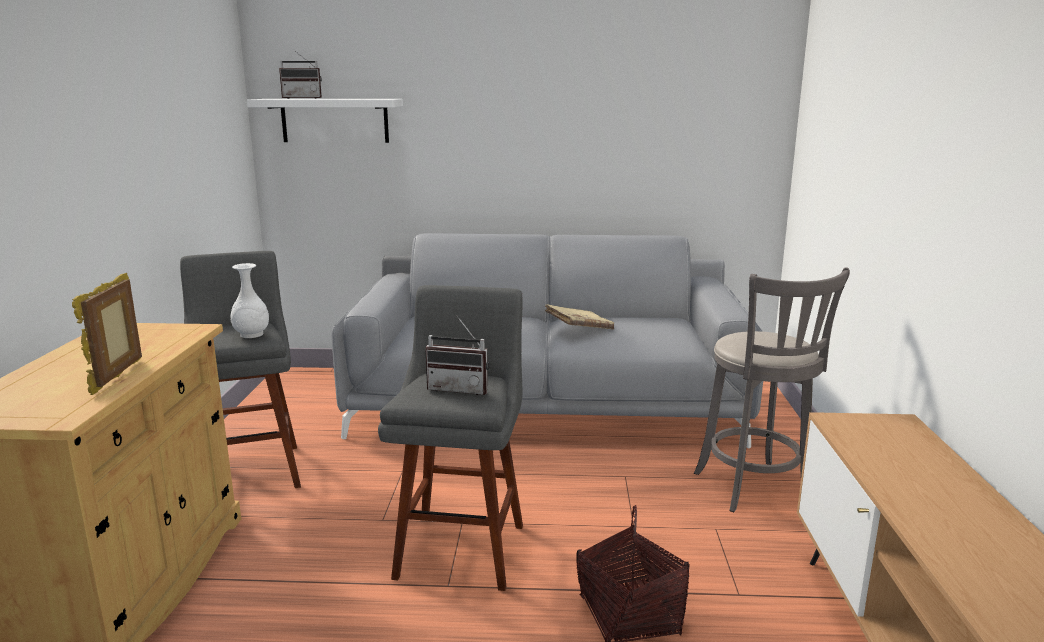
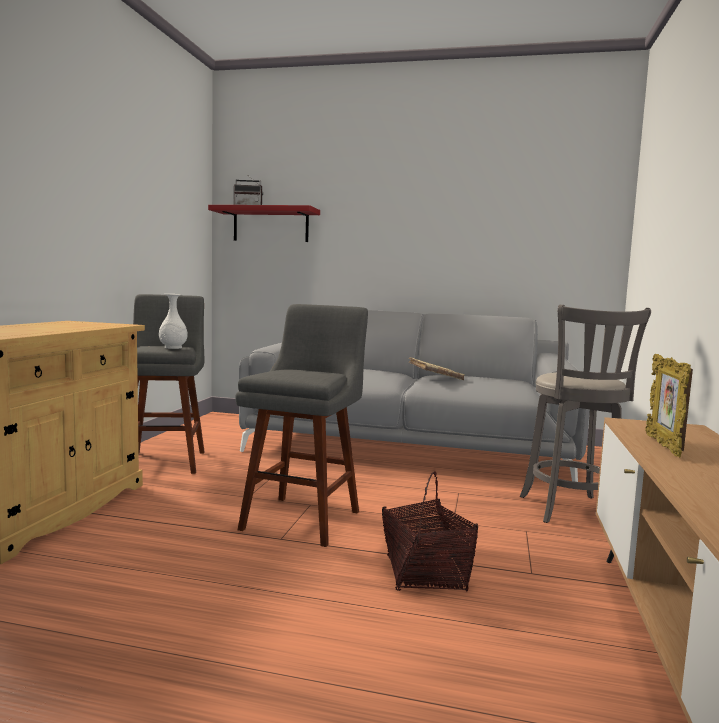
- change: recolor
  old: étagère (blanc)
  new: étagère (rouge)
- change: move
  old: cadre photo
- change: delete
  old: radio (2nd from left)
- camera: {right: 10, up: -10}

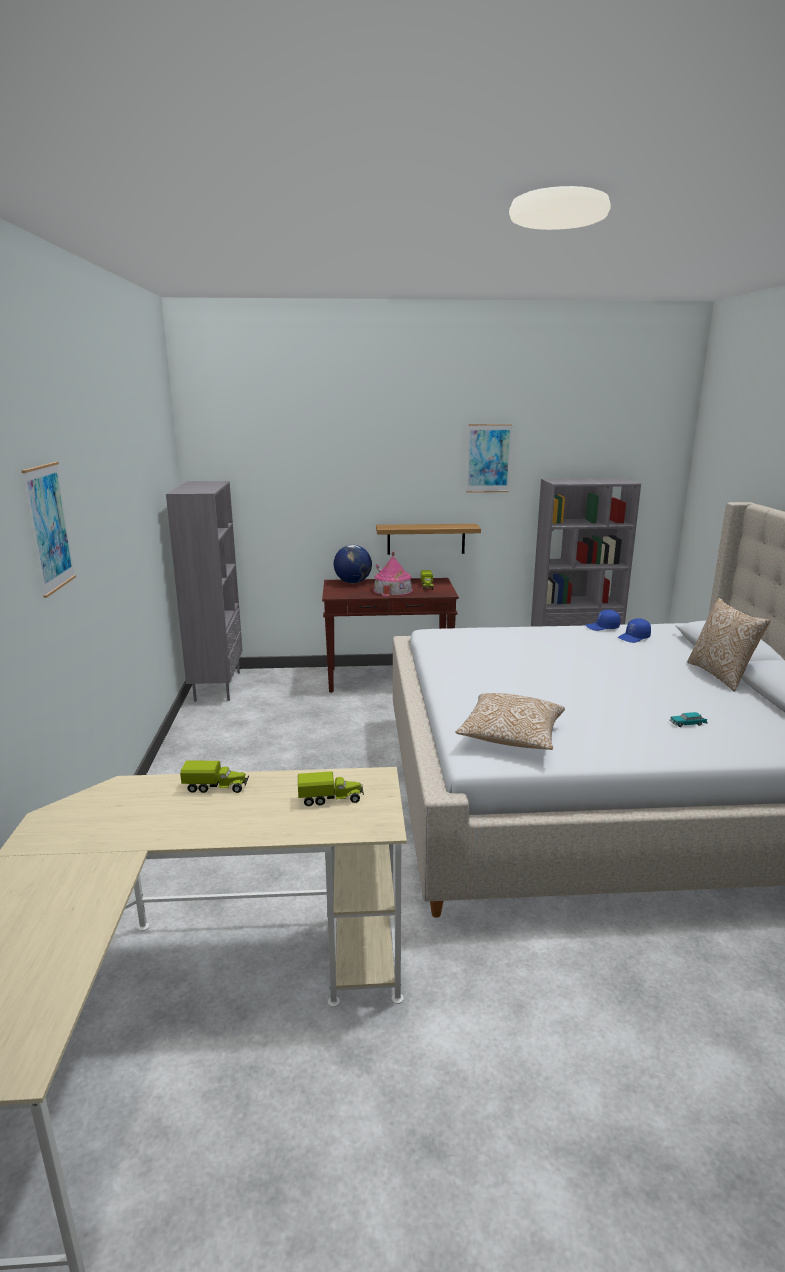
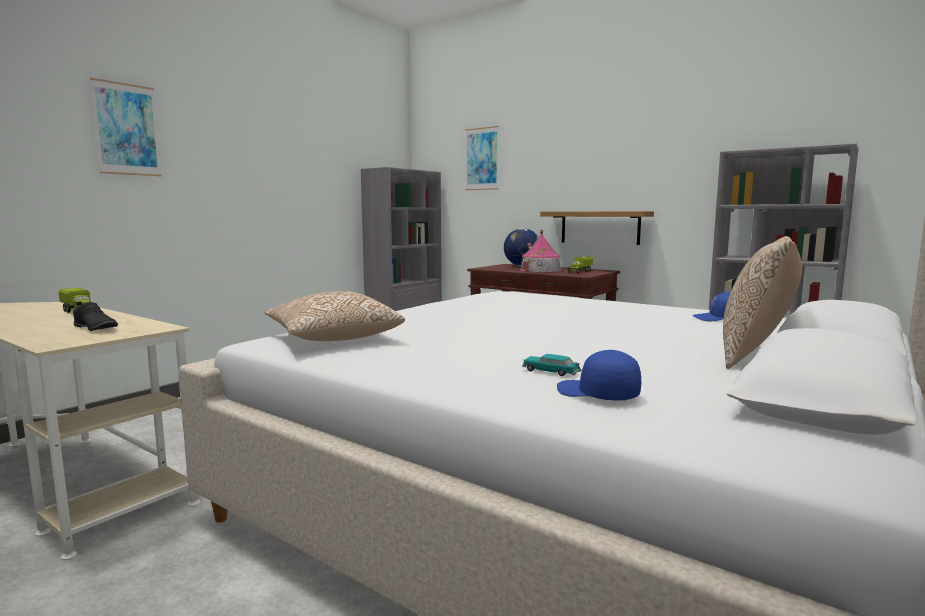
- change: replace
  old: camion jouet (2nd from left)
  new: chaussure (noir)
- change: move
  old: tableau (2nd from left)
- change: move
  old: casquette (bleu) (1st from left)
- camera: {right: 40, up: -10}

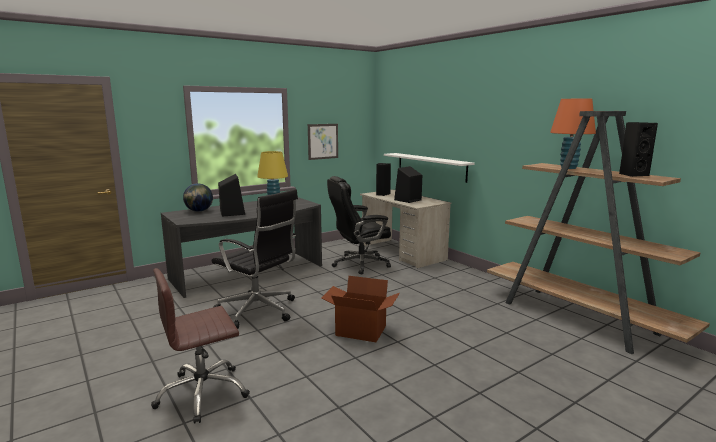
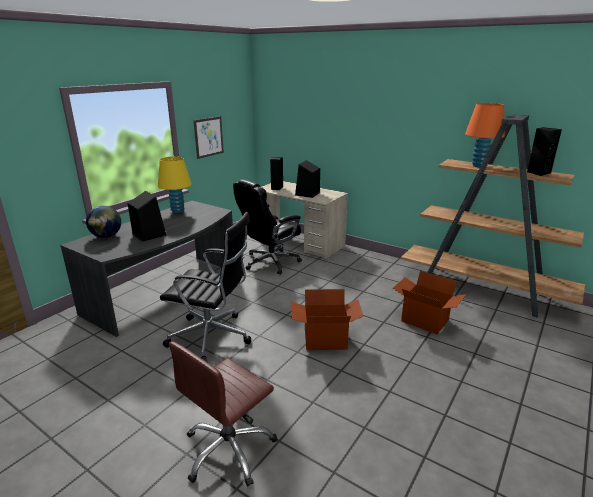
- change: insert
  new: carton (2nd from left)
- change: delete
  old: étagère (blanc)
- camera: {right: -20, up: 10}

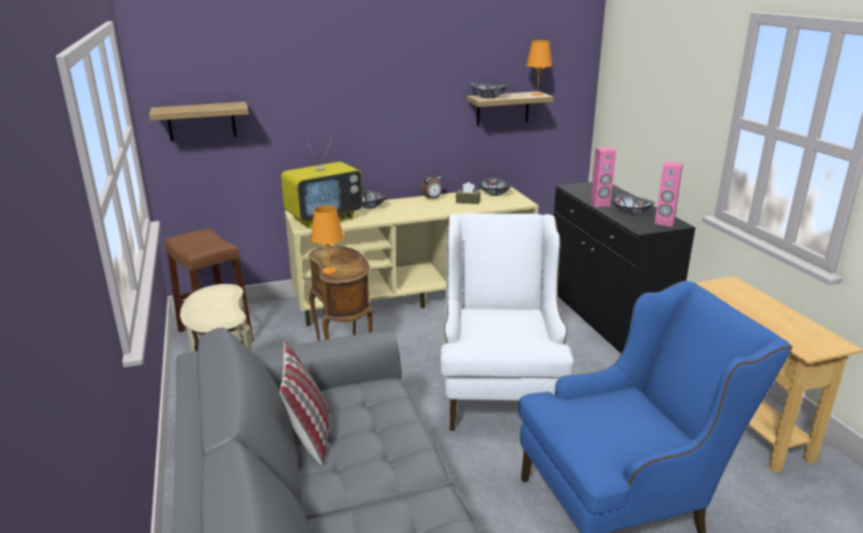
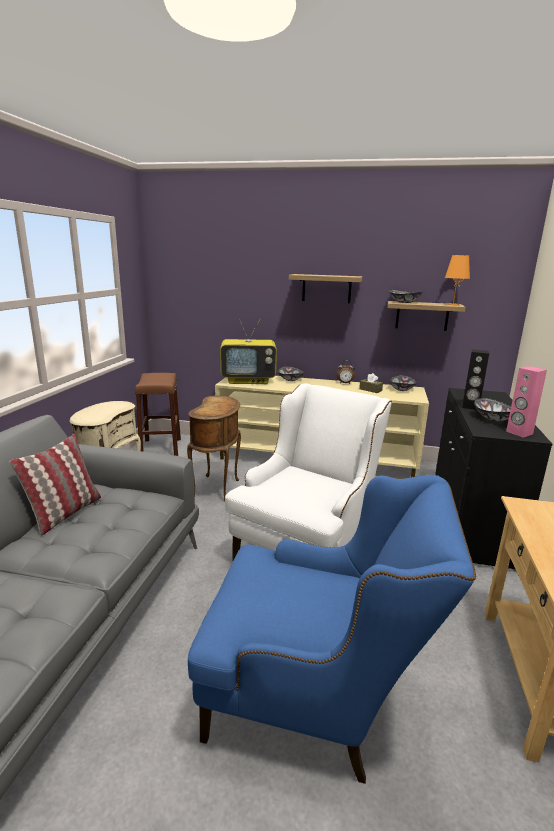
- change: move
  old: étagère (1st from left)
- change: recolor
  old: enceinte (rose) (1st from left)
  new: enceinte (noir)
- change: delete
  old: lampe de table (orange) (1st from left)
- camera: {right: 30, up: -5}

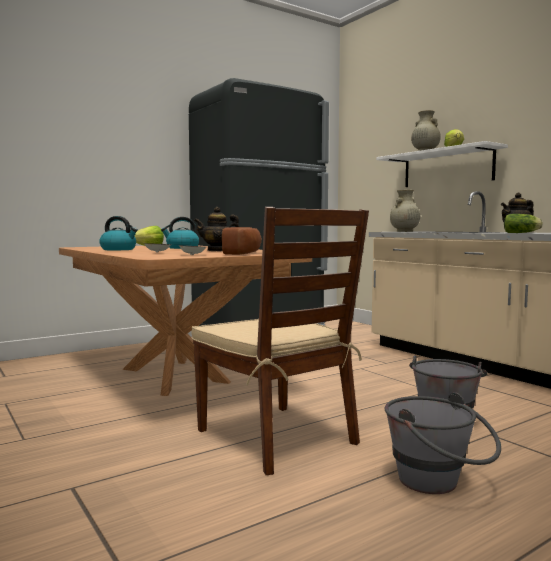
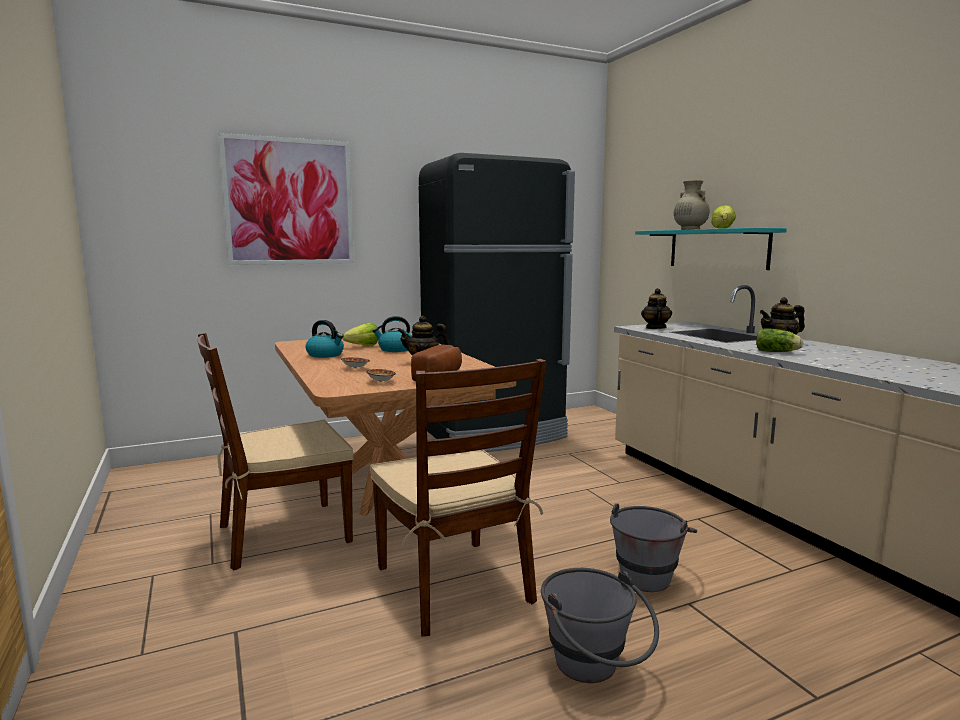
- change: insert
  new: chaise (marron) (1st from left)
- change: insert
  new: tableau
- change: recolor
  old: étagère (blanc)
  new: étagère (turquoise)
- change: replace
  old: vase (beige) (1st from left)
  new: théière (2nd from left)
- camera: {right: 10, up: 5}

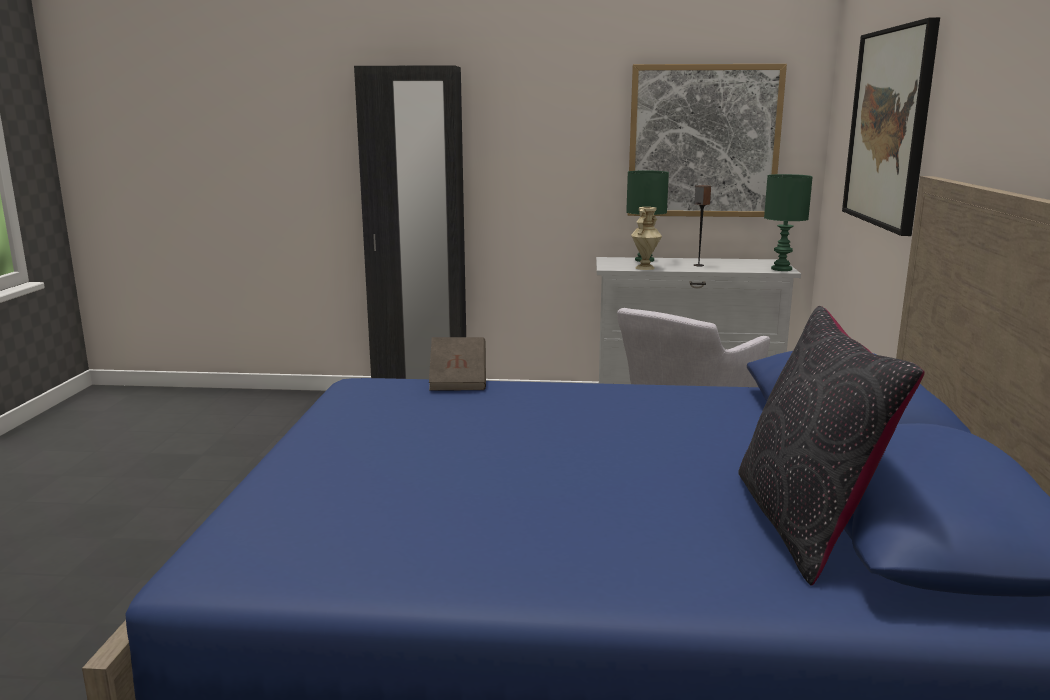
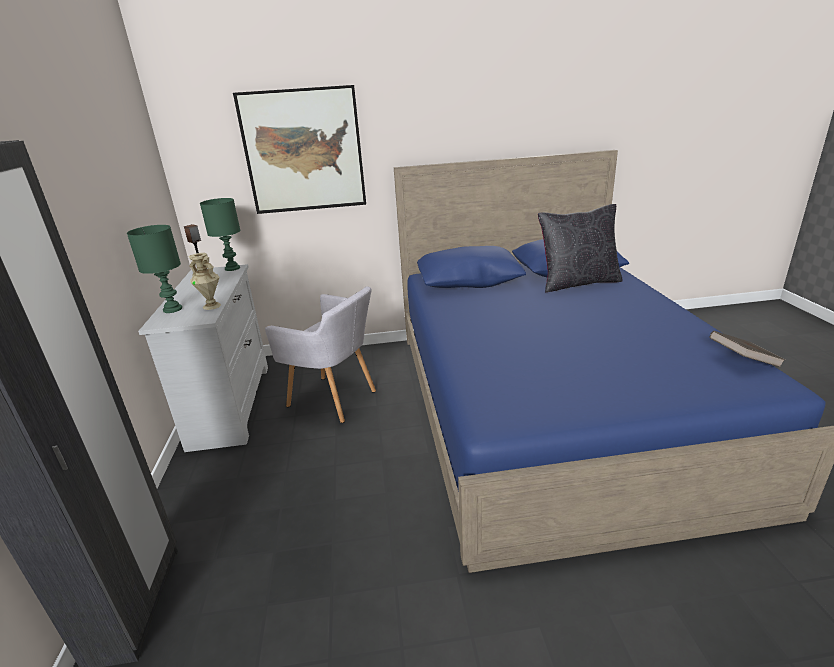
- change: move
  old: livre (marron)
- change: delete
  old: tableau (1st from left)
- camera: {right: -100, up: 10}

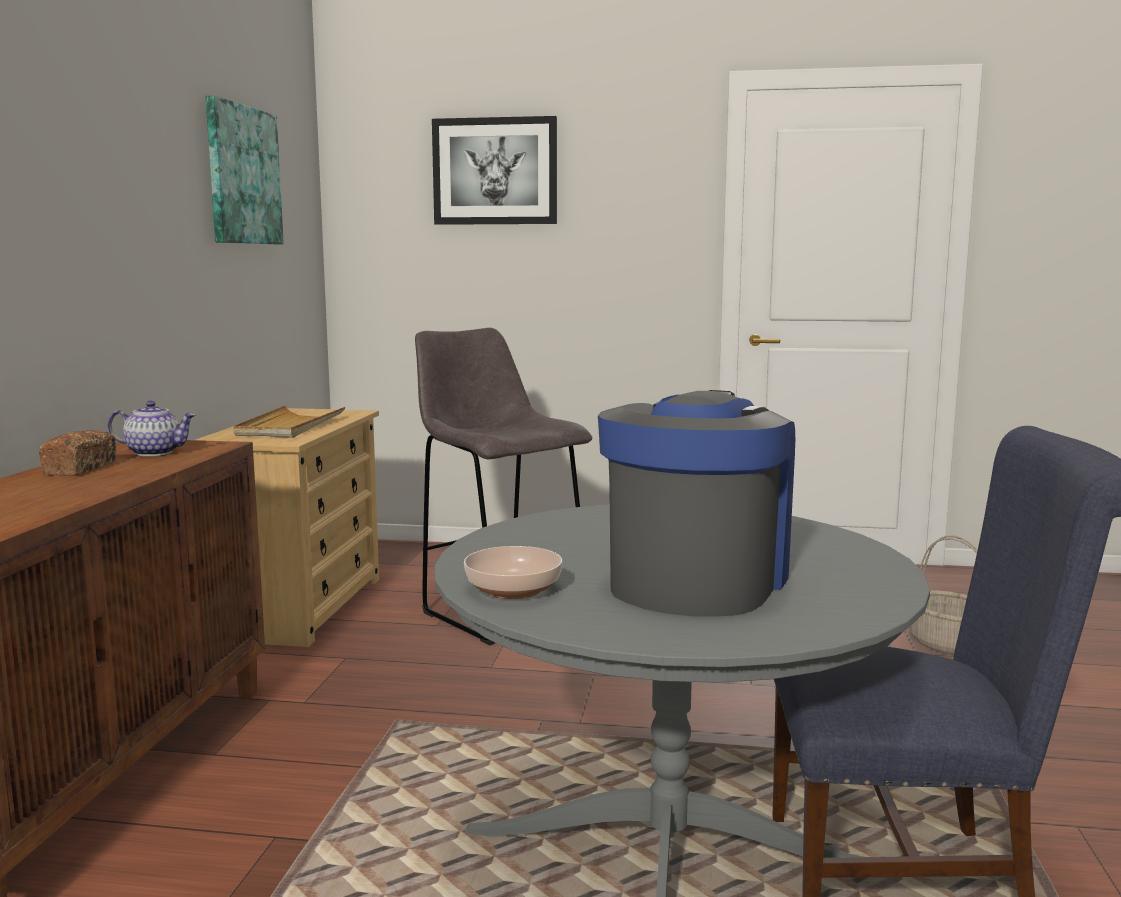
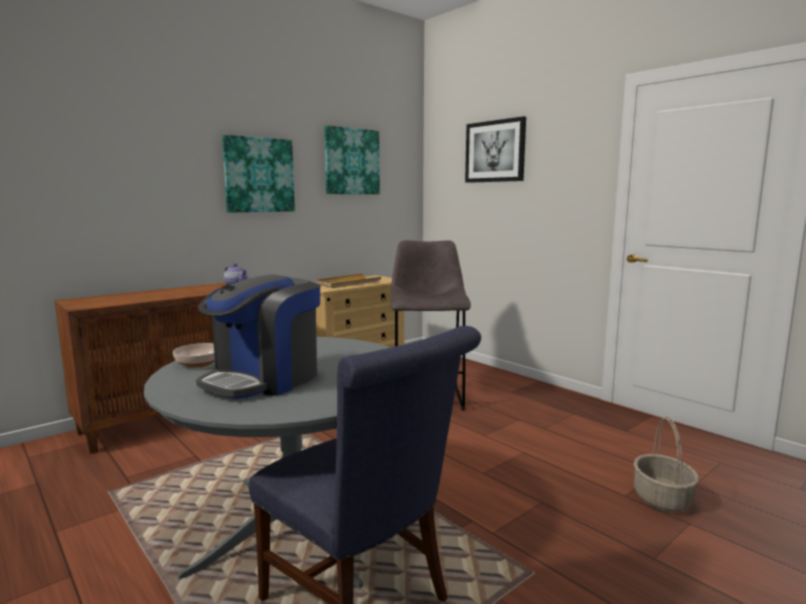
- change: rotate
  old: machine à café
  degrees: 150
- change: insert
  new: tableau (1st from left)
- change: delete
  old: pain
- camera: {right: 40, up: 0}

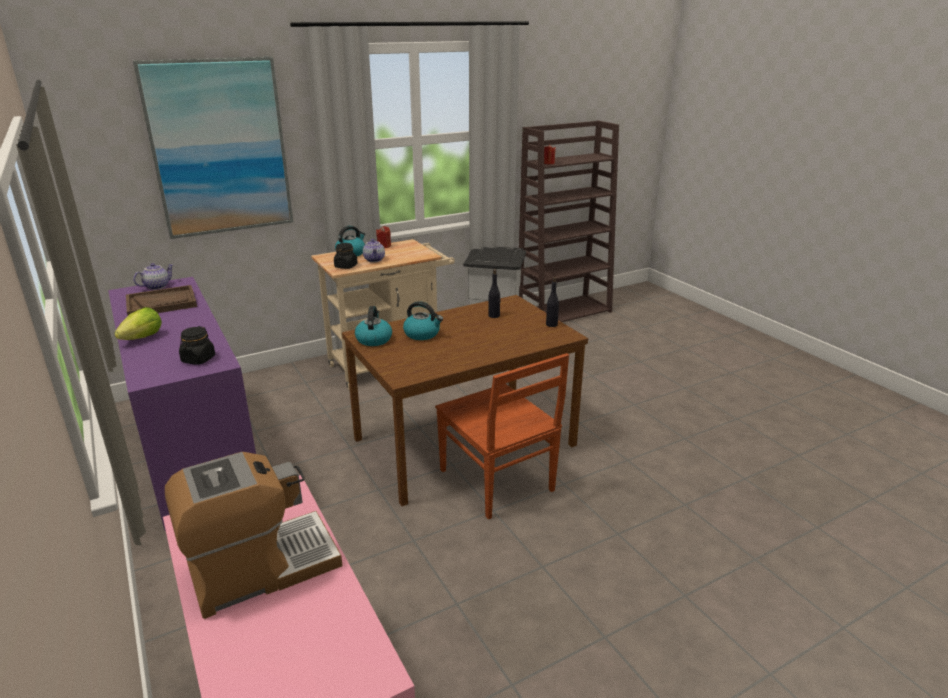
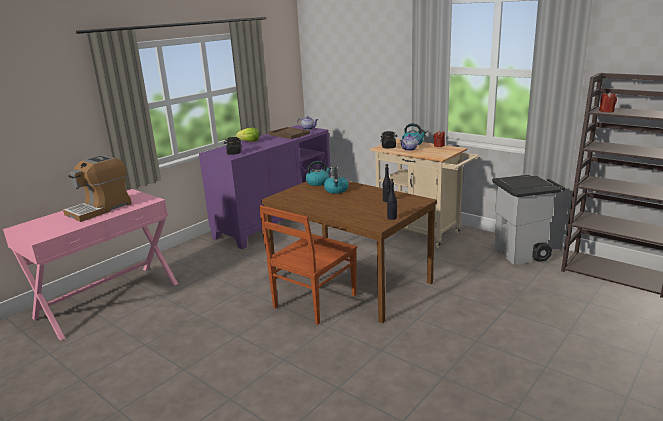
- change: rotate
  old: machine à café
  degrees: 90
- change: delete
  old: tableau
- camera: {right: 70, up: -5}

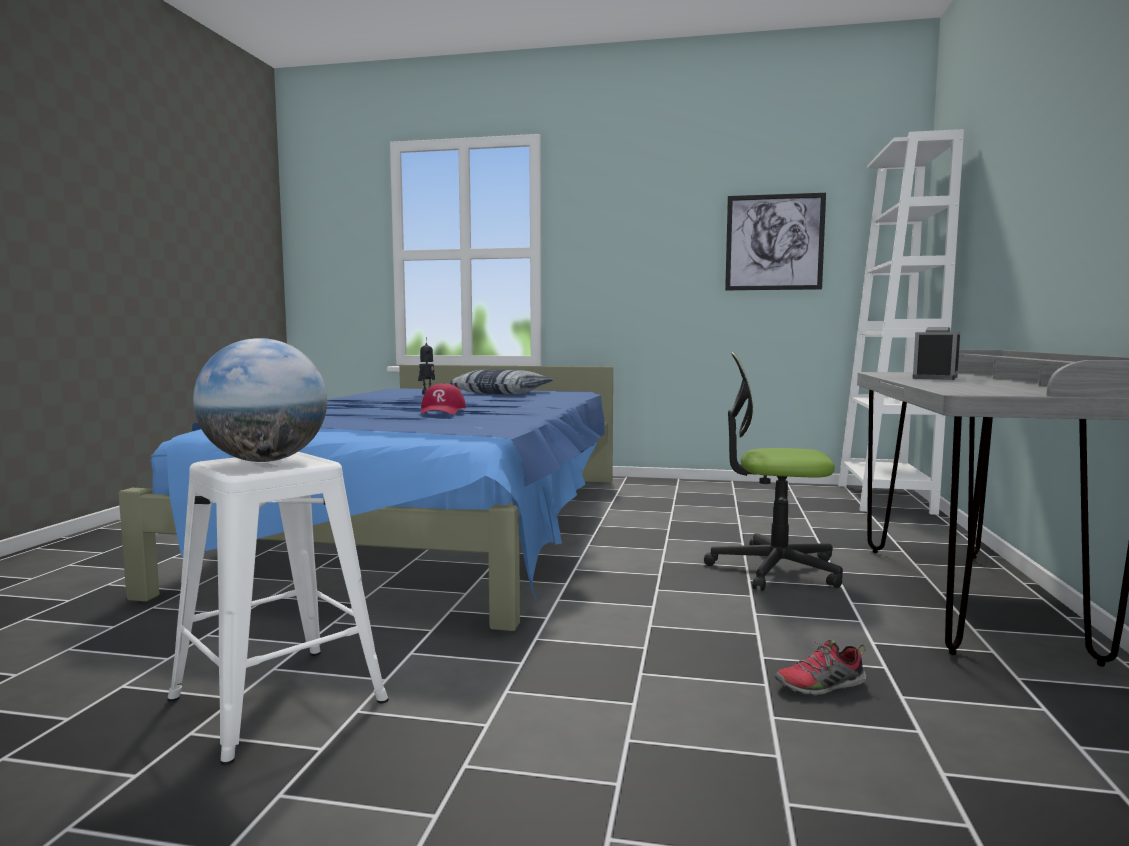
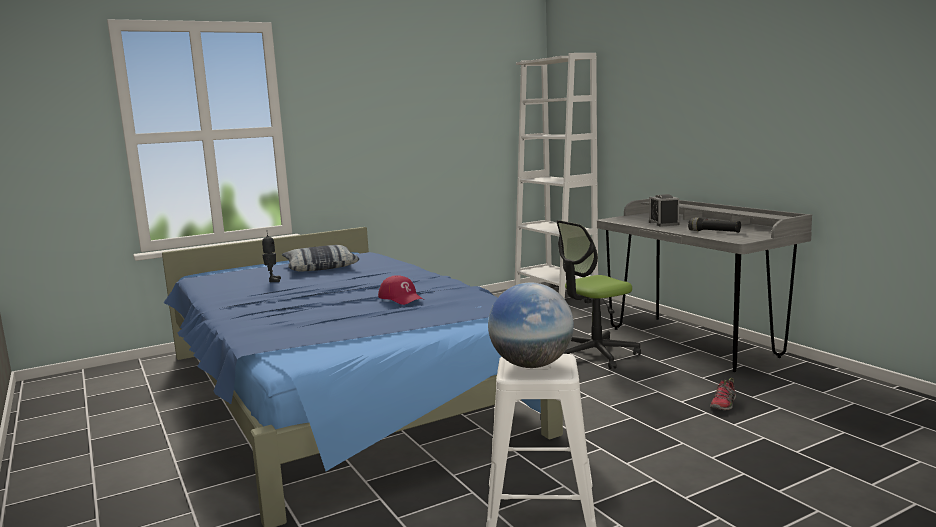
- change: insert
  new: lampe de poche (noir)
- change: delete
  old: tableau
- camera: {right: -40, up: 5}

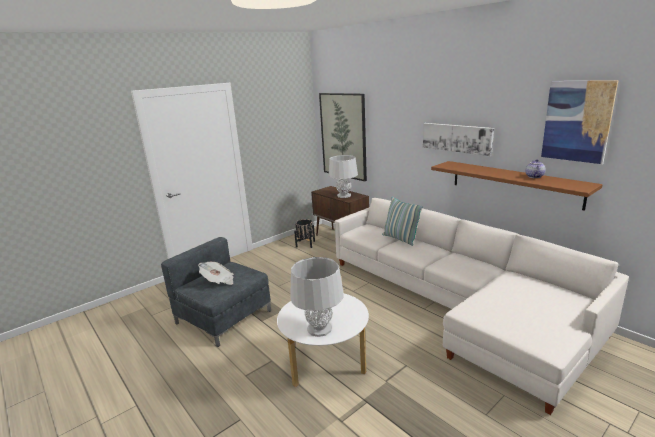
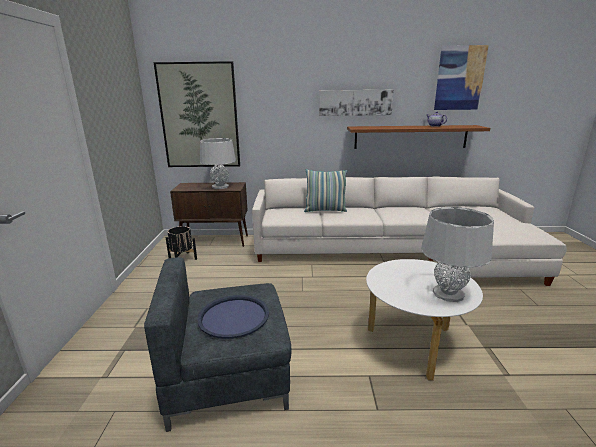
- change: replace
  old: journal
  new: plateau (bleu)
- camera: {right: -50, up: 0}

